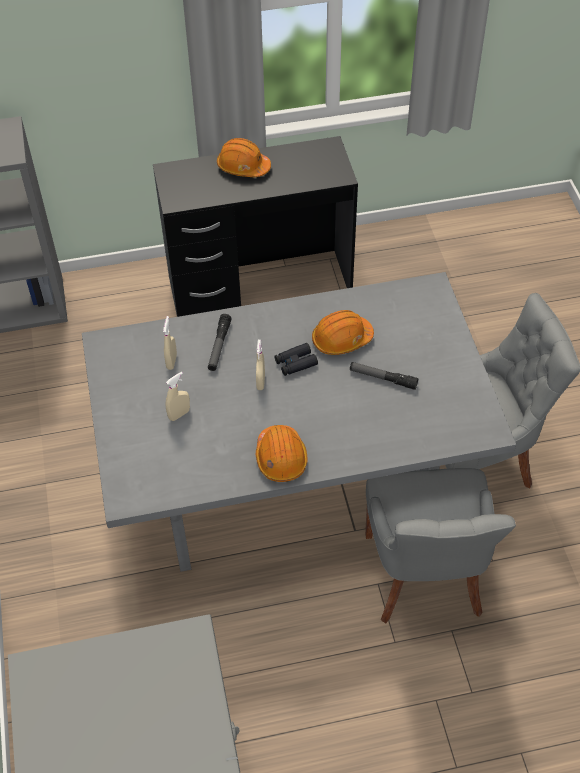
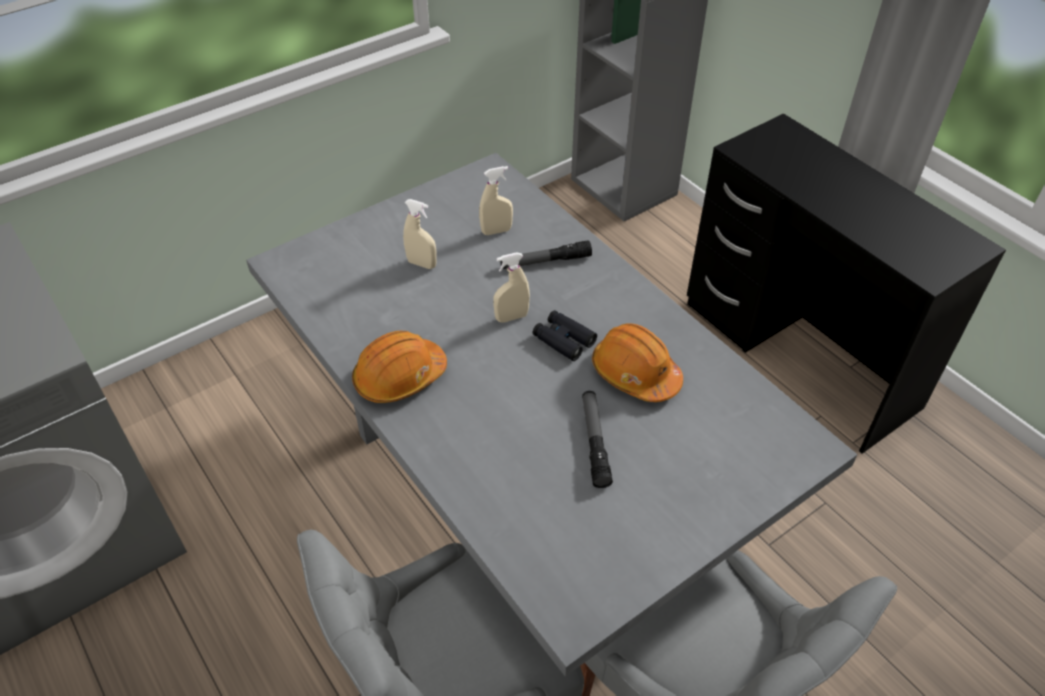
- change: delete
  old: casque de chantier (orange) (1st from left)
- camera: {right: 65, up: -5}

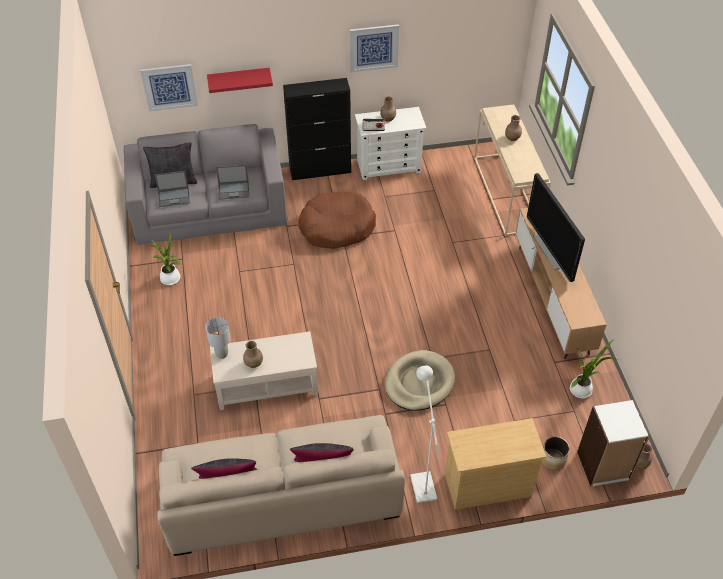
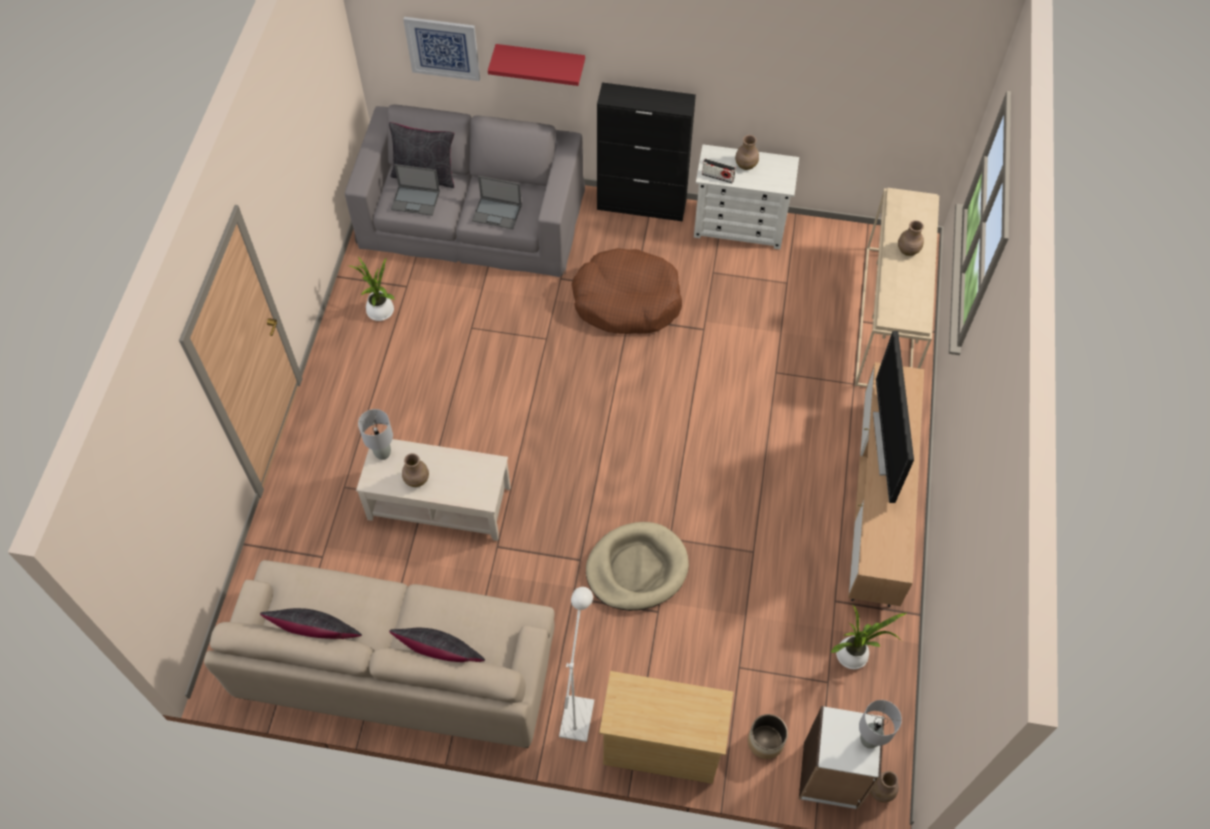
- change: insert
  new: lampe de table (gris) (2nd from left)
- change: delete
  old: tableau (2nd from left)
- camera: {right: 20, up: 10}

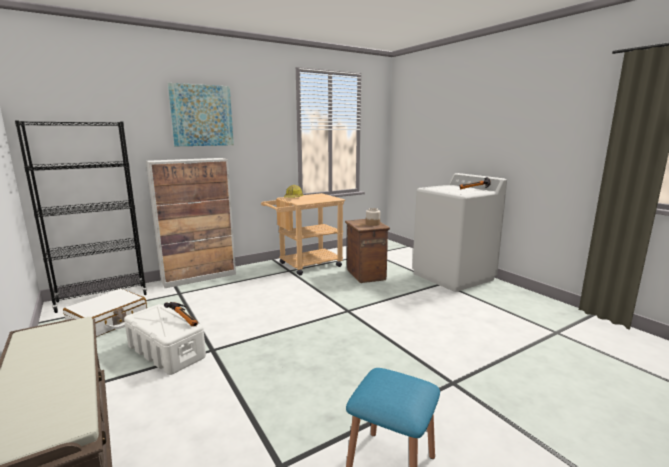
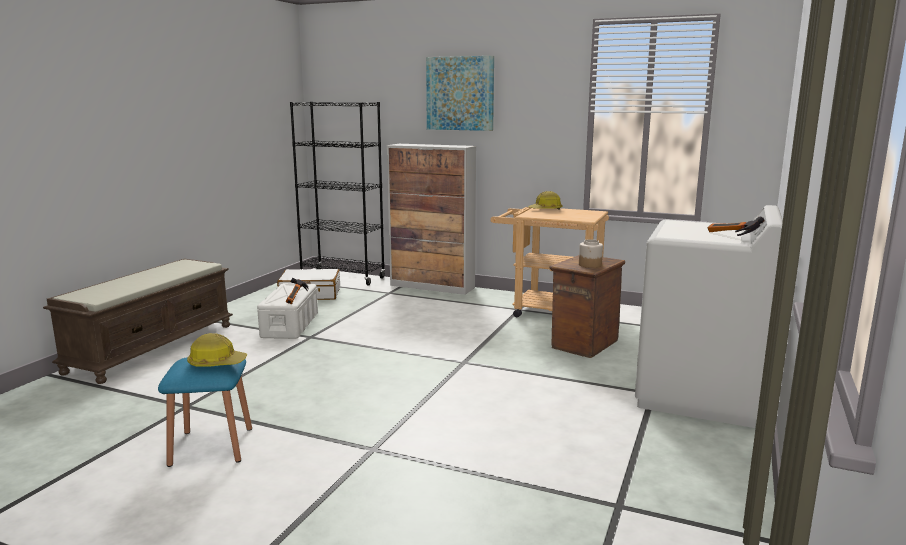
- change: insert
  new: casque de chantier (1st from left)
- camera: {right: 55, up: 0}

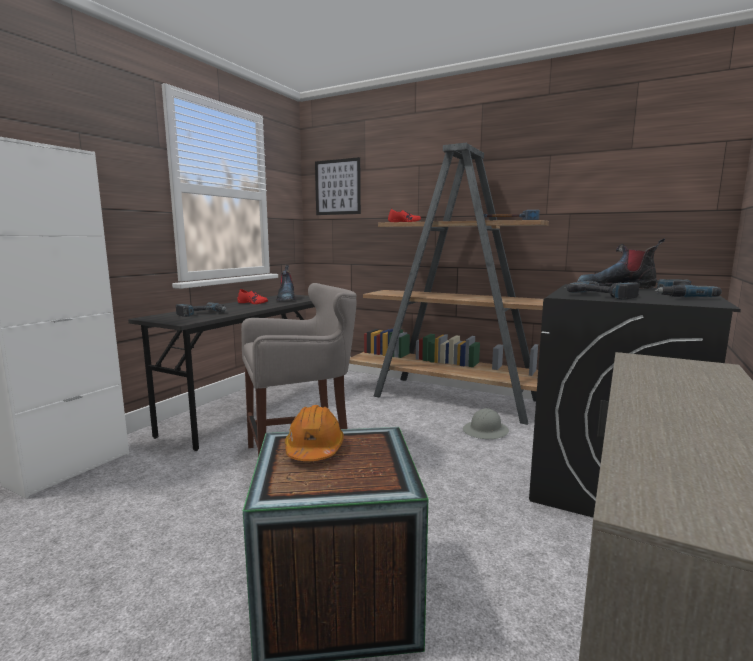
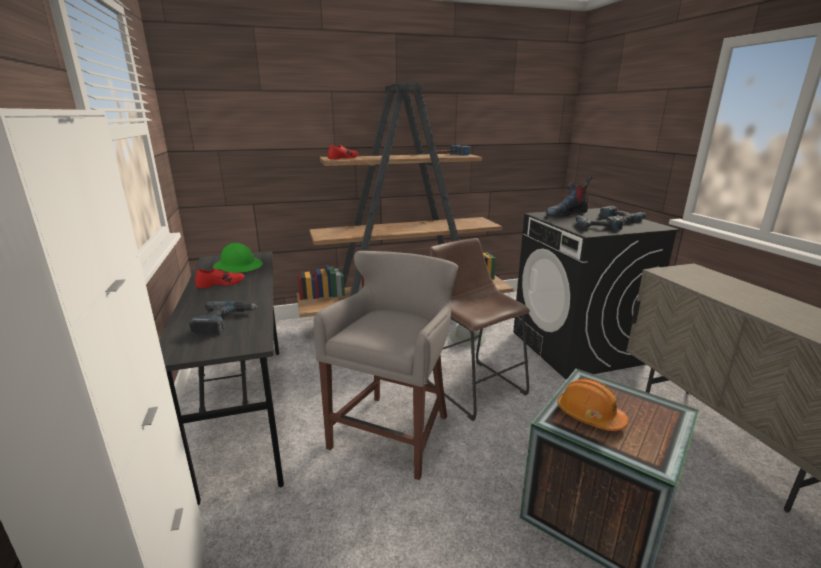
- change: replace
  old: botte (1st from left)
  new: casque de chantier (vert)
- change: insert
  new: tabouret (marron)
- change: delete
  old: tableau
- camera: {right: -45, up: 10}

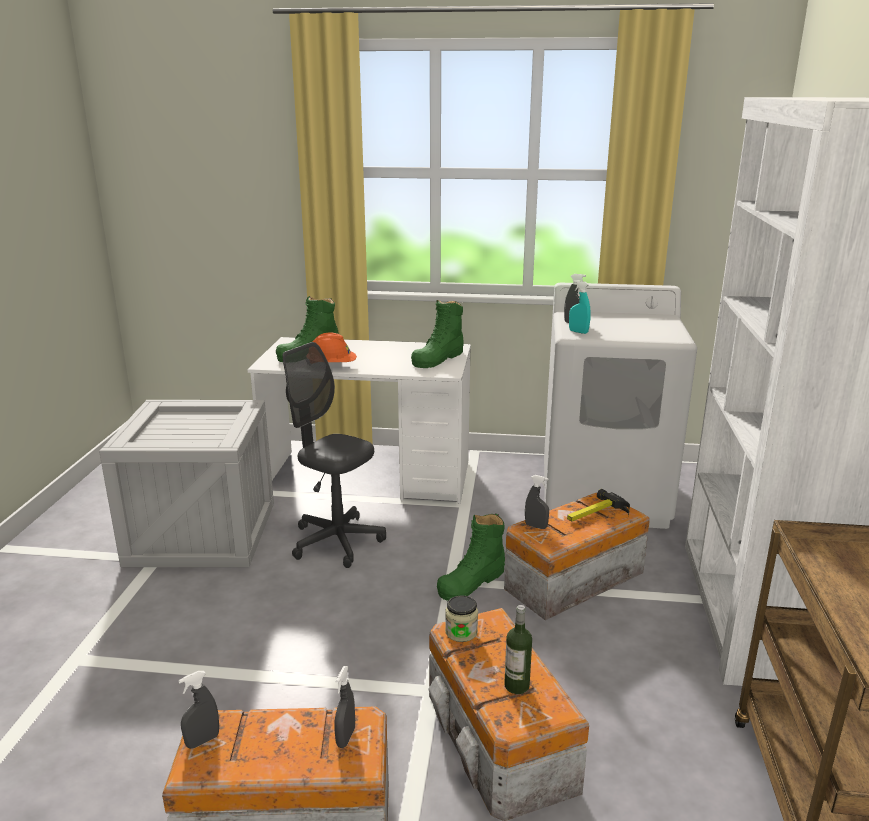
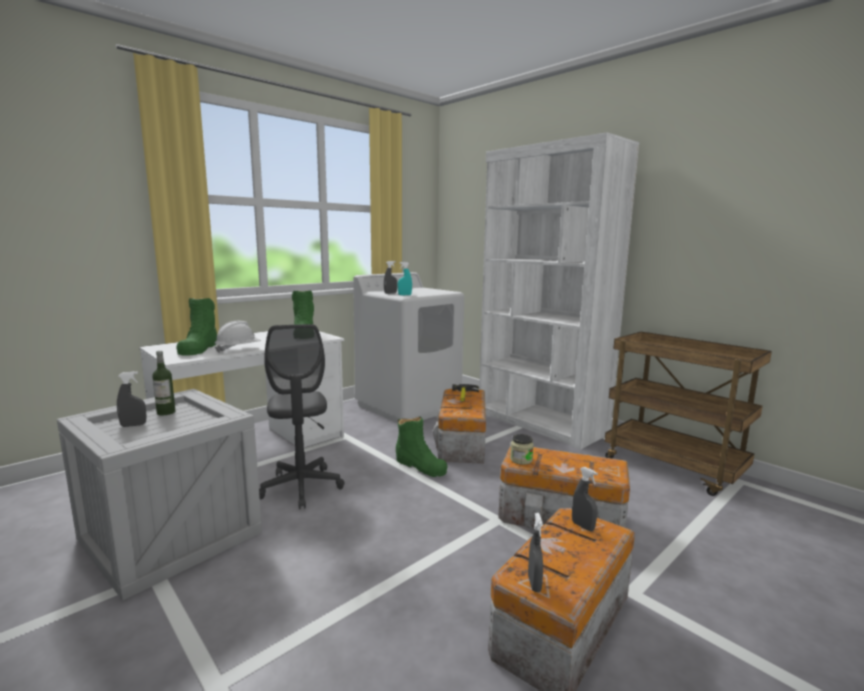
- change: move
  old: vaporisateur (gris) (3rd from left in the first image)
  new: vaporisateur (gris) (1st from left)
- change: move
  old: bouteille
- change: recolor
  old: casque de chantier (orange)
  new: casque de chantier (blanc)
- change: rotate
  old: chaise de bureau (gris)
  degrees: -90
- change: rotate
  old: botte (vert) (3rd from left)
  degrees: -45
- camera: {right: -50, up: -10}

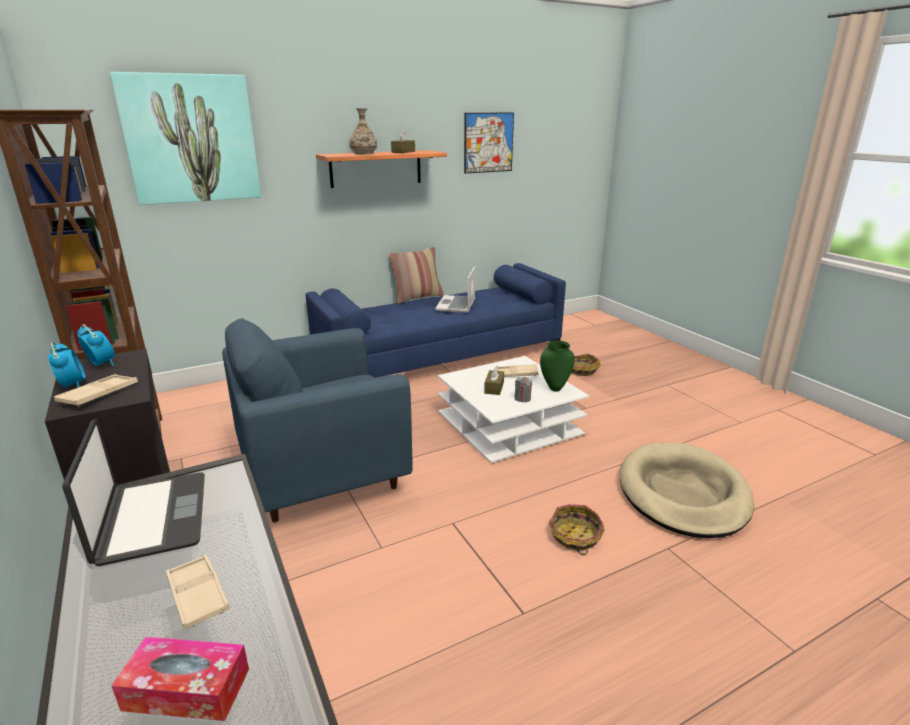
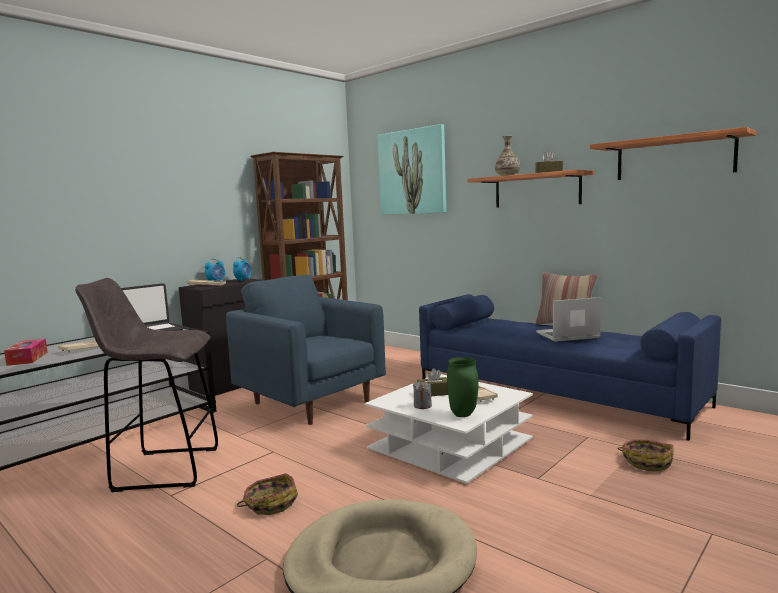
- change: insert
  new: tabouret (gris)
- change: replace
  old: tableau (2nd from left)
  new: étagère (2nd from left)
- camera: {right: 70, up: -15}

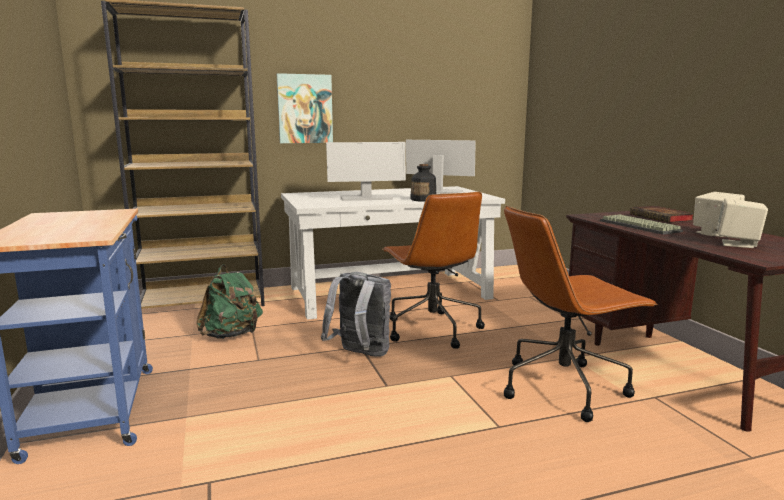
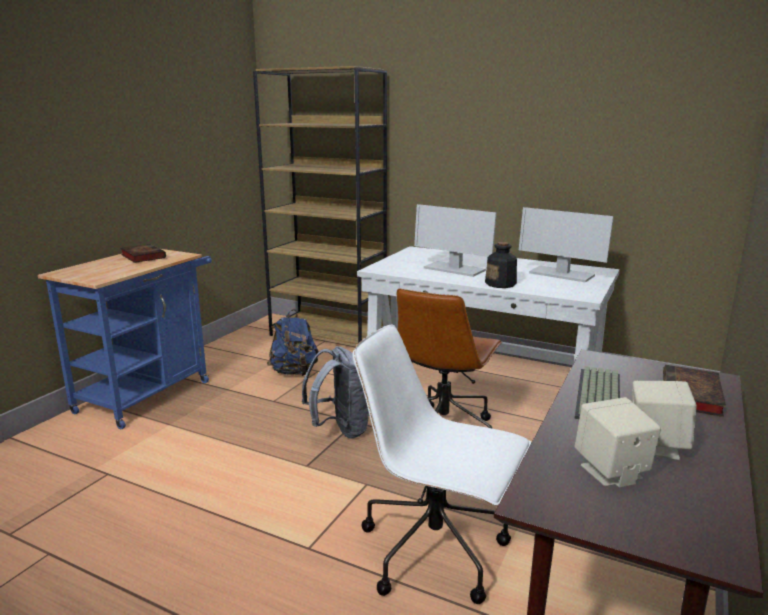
- change: insert
  new: livre (1st from left)
- change: recolor
  old: sac à dos (vert)
  new: sac à dos (bleu)
- change: recolor
  old: chaise de bureau (marron) (2nd from left)
  new: chaise de bureau (blanc)
- change: rotate
  old: écran d'ordinateur (2nd from left)
  degrees: 150
- change: delete
  old: tableau
- camera: {right: 45, up: 5}

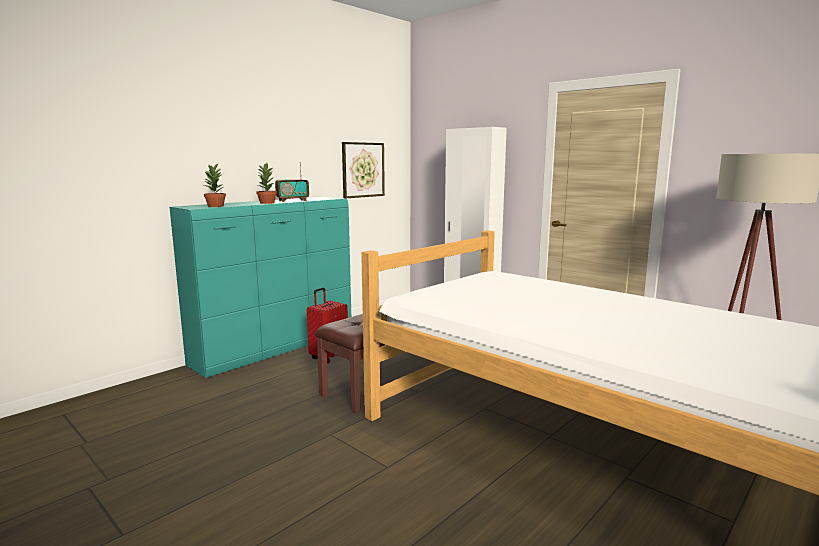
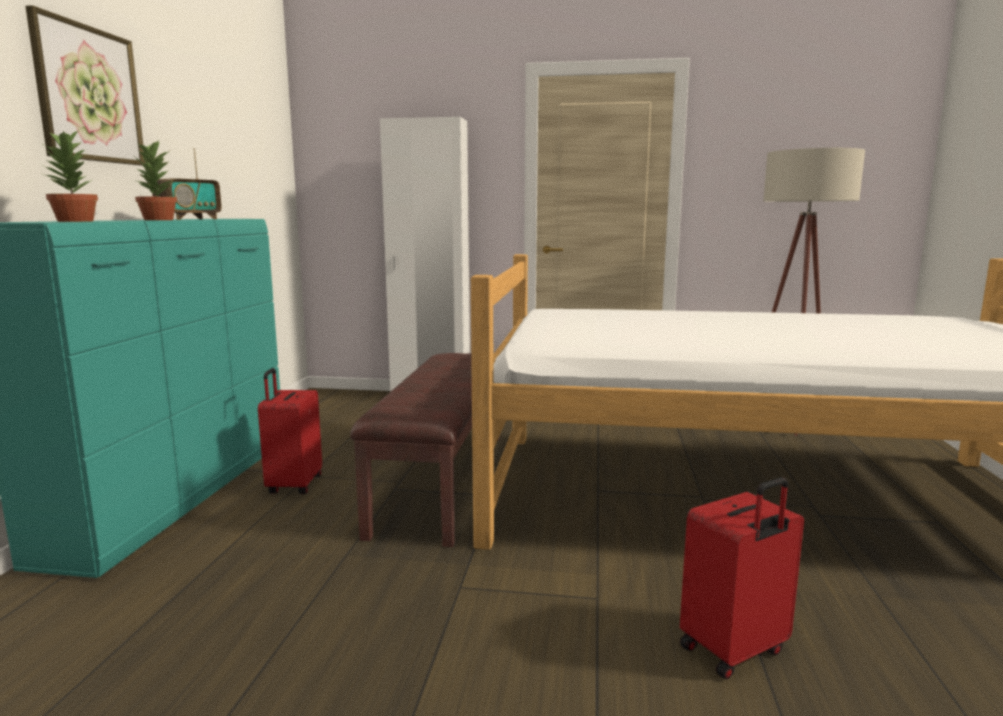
- change: move
  old: tableau
- change: insert
  new: valise (rouge) (2nd from left)
- camera: {right: -35, up: 0}

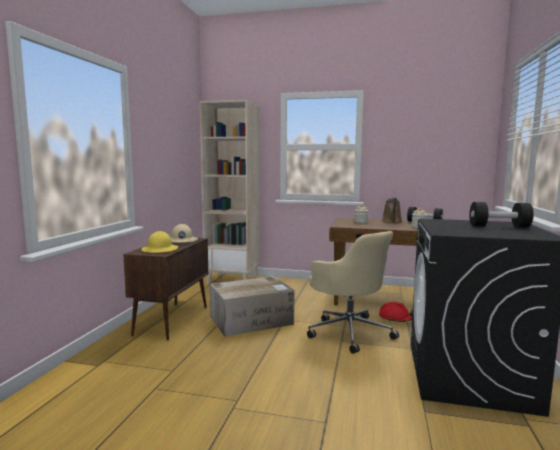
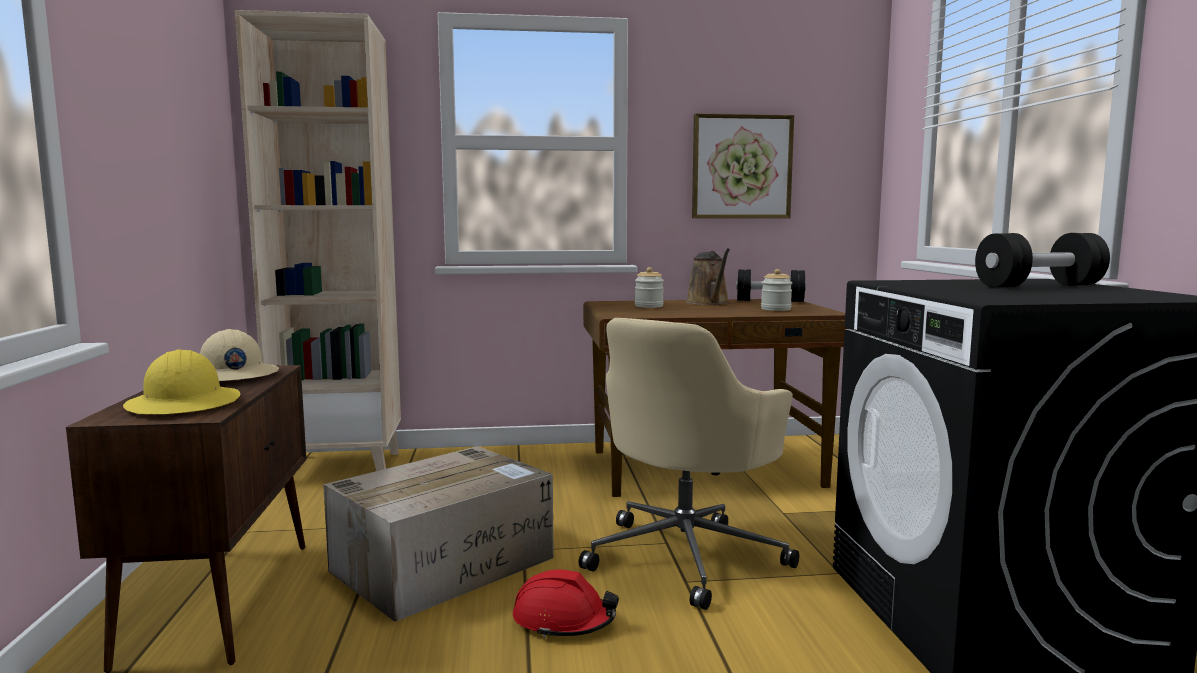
- change: move
  old: casque de chantier (rouge)
- change: rotate
  old: chaise de bureau (beige)
  degrees: 90
- change: insert
  new: tableau
- camera: {right: -20, up: 0}

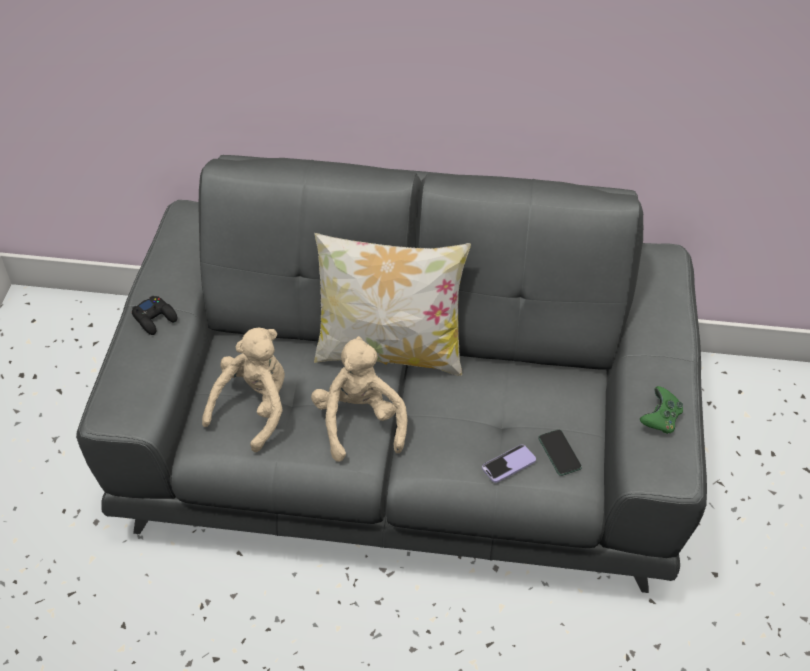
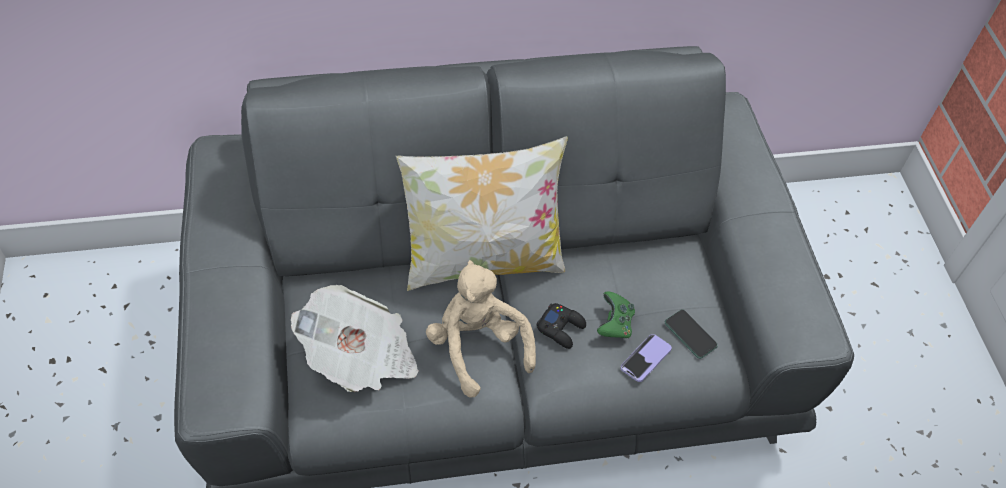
- change: replace
  old: peluche (beige) (1st from left)
  new: journal
- change: move
  old: manette (noir)
- change: move
  old: manette (vert)
- camera: {right: -20, up: 5}

